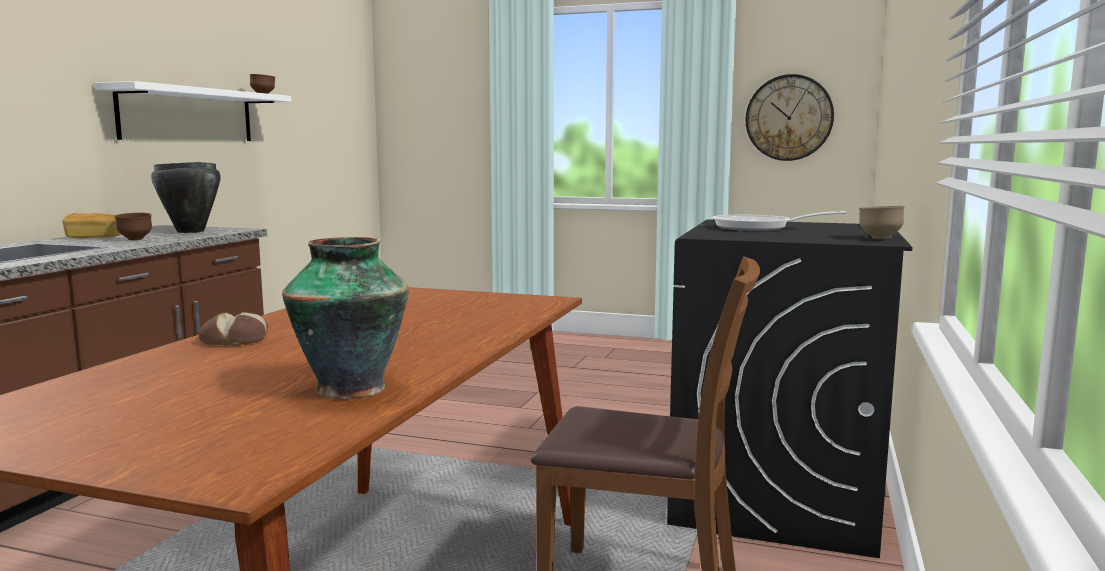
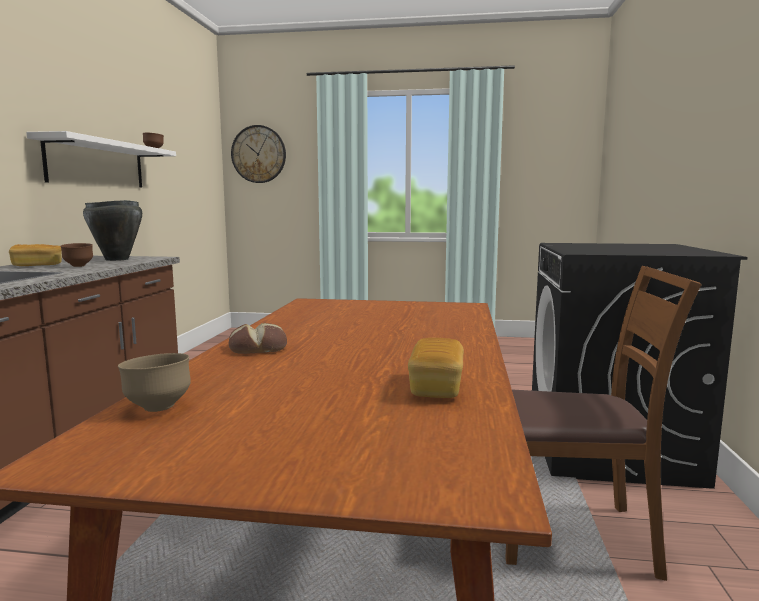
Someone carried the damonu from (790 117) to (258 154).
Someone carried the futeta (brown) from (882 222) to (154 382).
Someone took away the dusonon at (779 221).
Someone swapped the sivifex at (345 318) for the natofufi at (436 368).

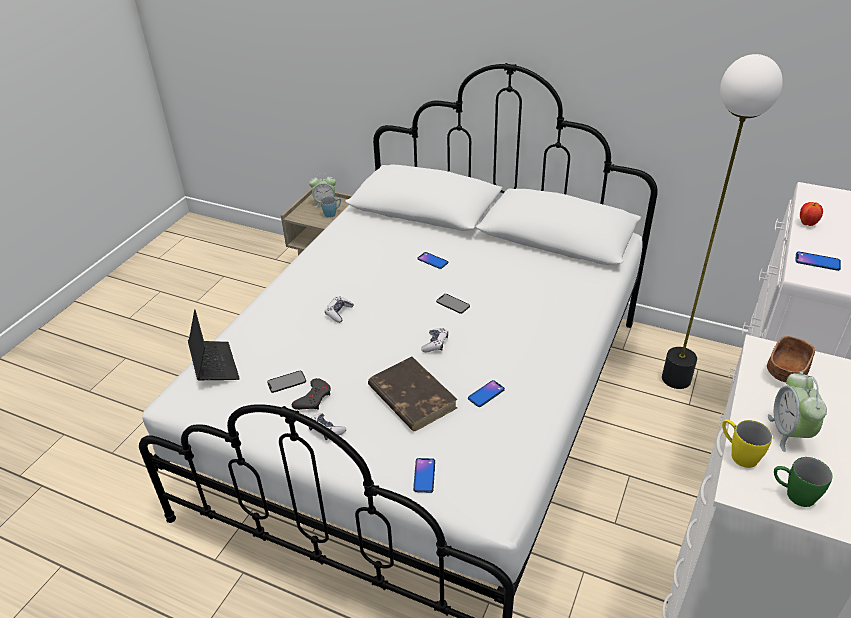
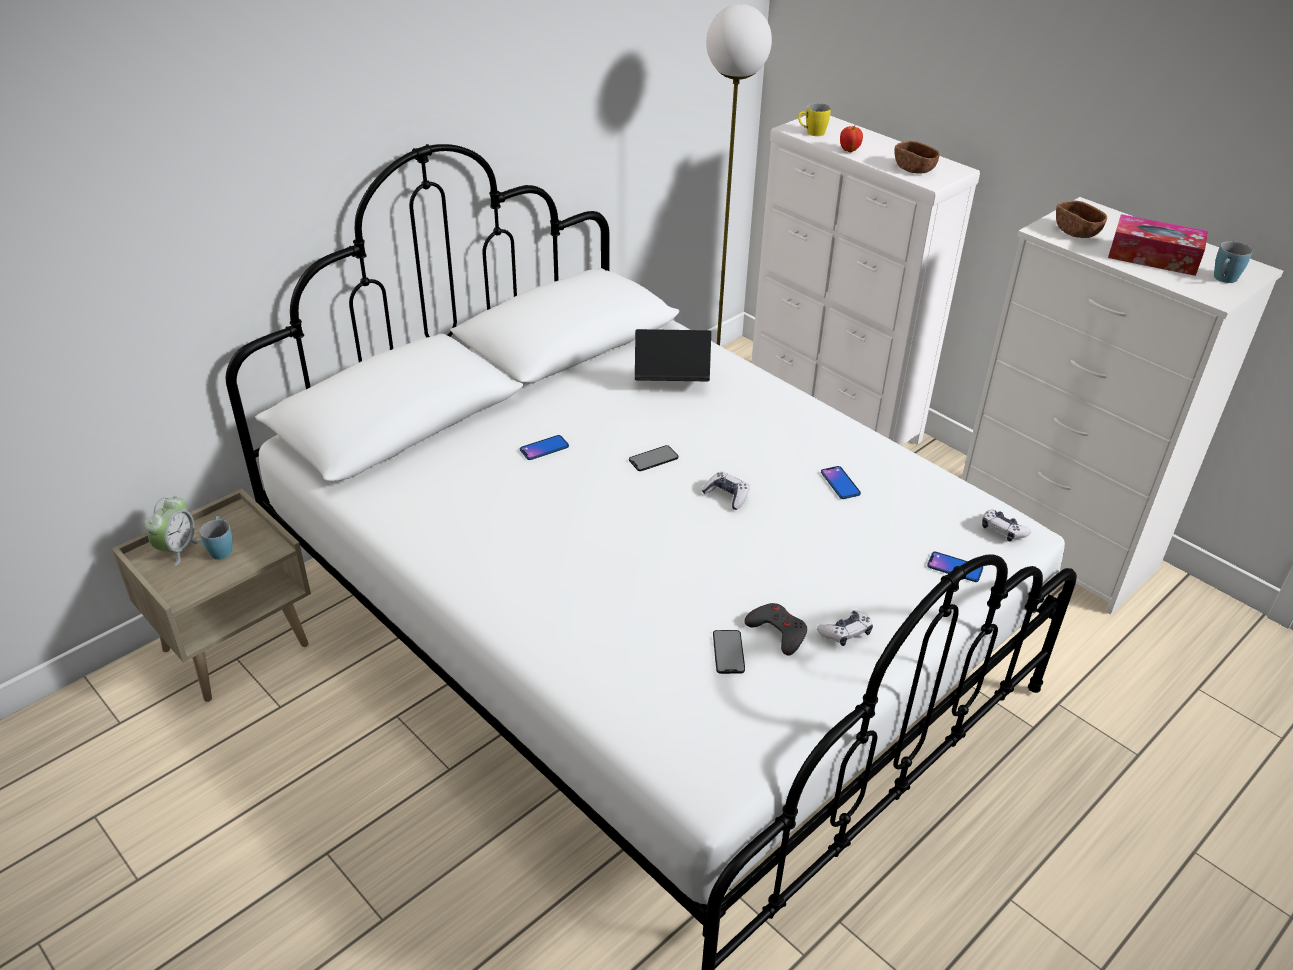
Someone swapped the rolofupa at (818 261) for the futeta (brown) at (917 157).
Someone carried the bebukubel from (339 309) to (1006 525).
Someone carried the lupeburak from (214 344) to (673 355).
Someone took away the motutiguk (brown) at (413 394).
Someone swapped the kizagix at (797 412) for the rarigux at (1158 245).
Someone carried the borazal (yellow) from (747 443) to (814 119).
Someone repainted the borazal (green) at (803 482), which became the borazal (blue) at (1233 262).

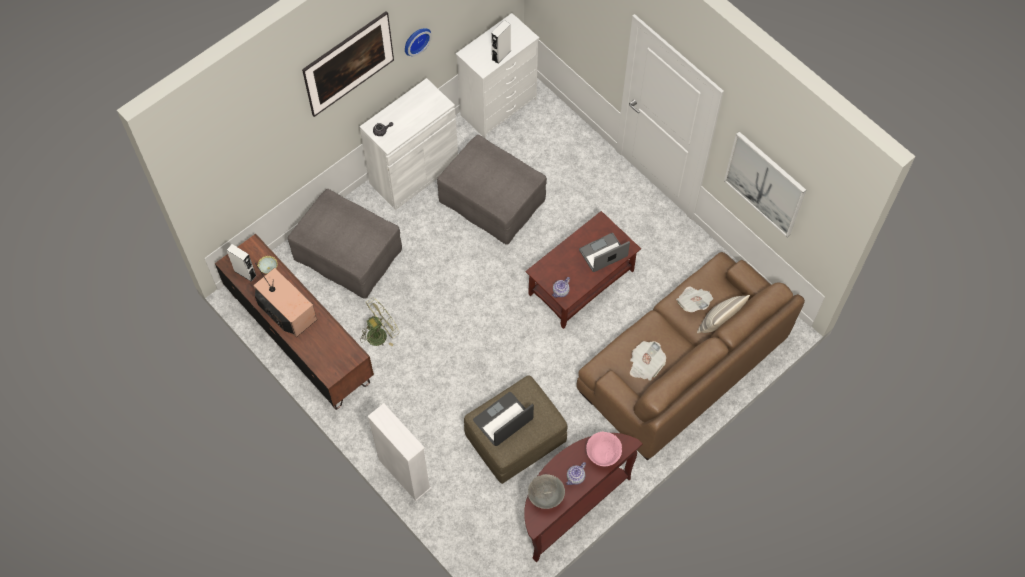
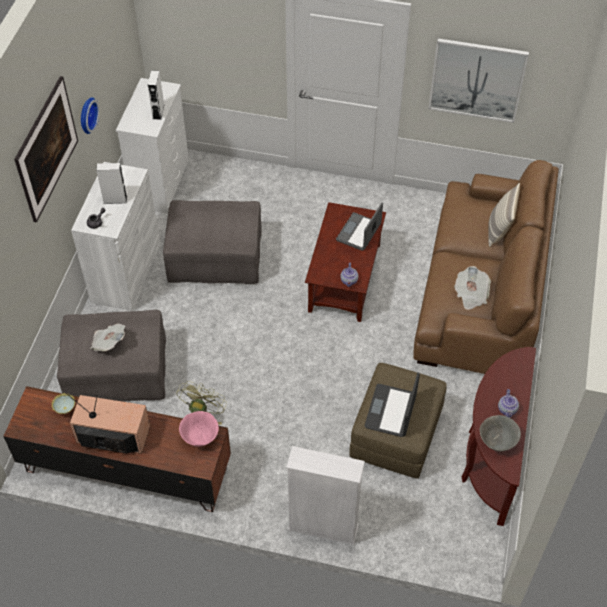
Someone carried the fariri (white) from (242 263) to (111 183).
Someone carried the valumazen from (694 299) to (107 337).
Someone carried the futeta (pink) from (604 449) to (199 429).

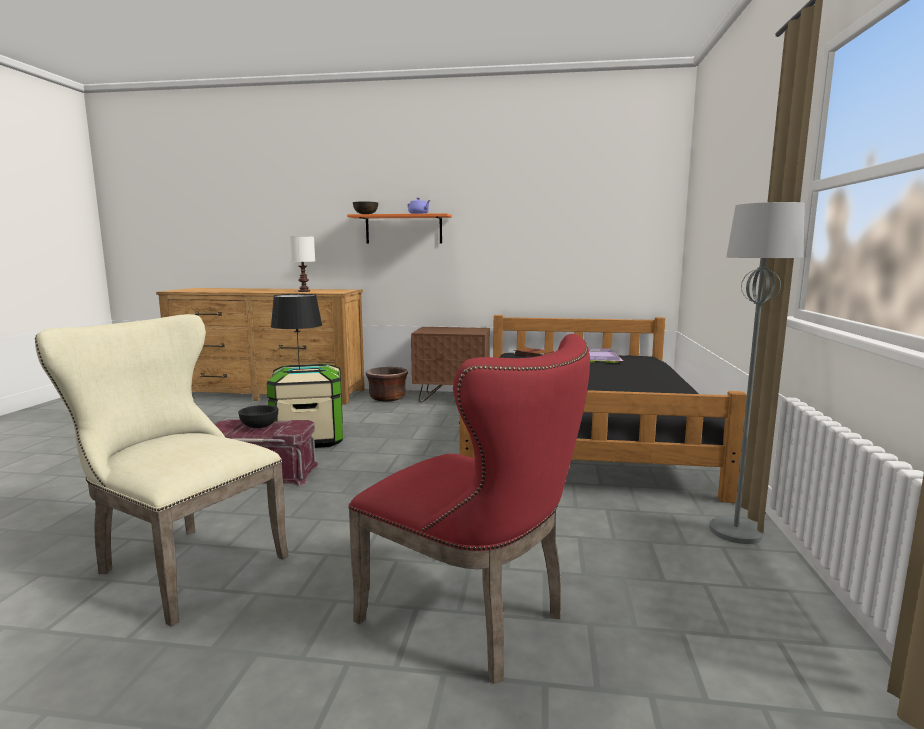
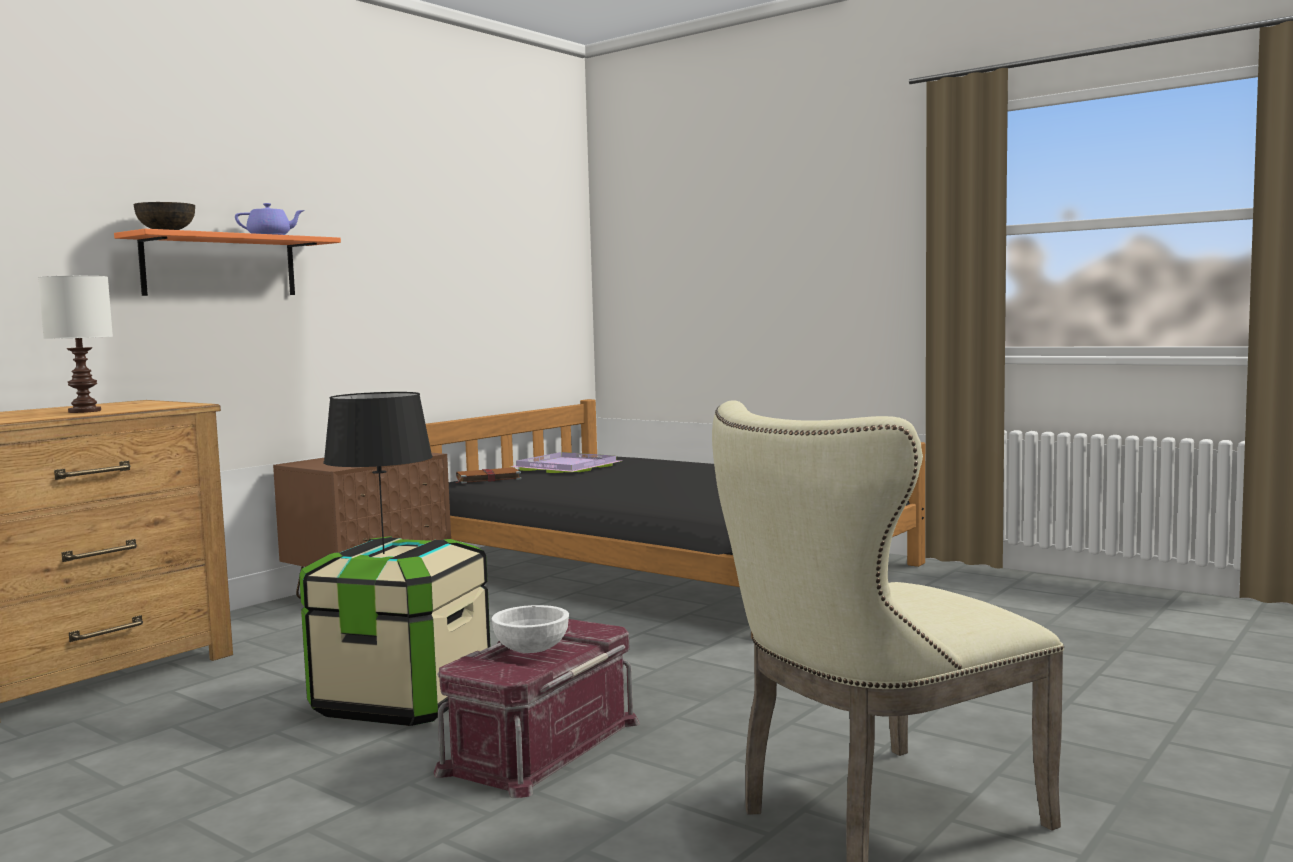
Someone took away the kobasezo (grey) at (757 373).
Someone took away the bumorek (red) at (469 509).
Someone took away the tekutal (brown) at (387 384).
Someone repainted the futeta (black) at (258 416), which became the futeta (white) at (530 629).

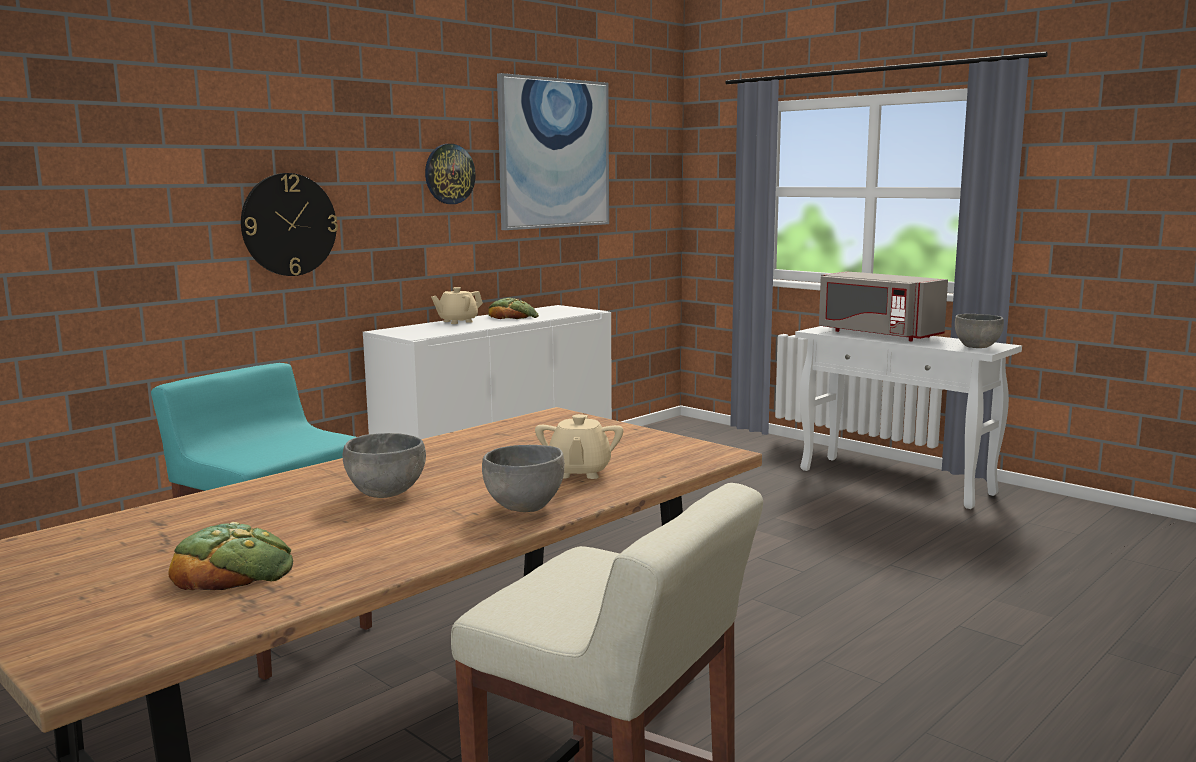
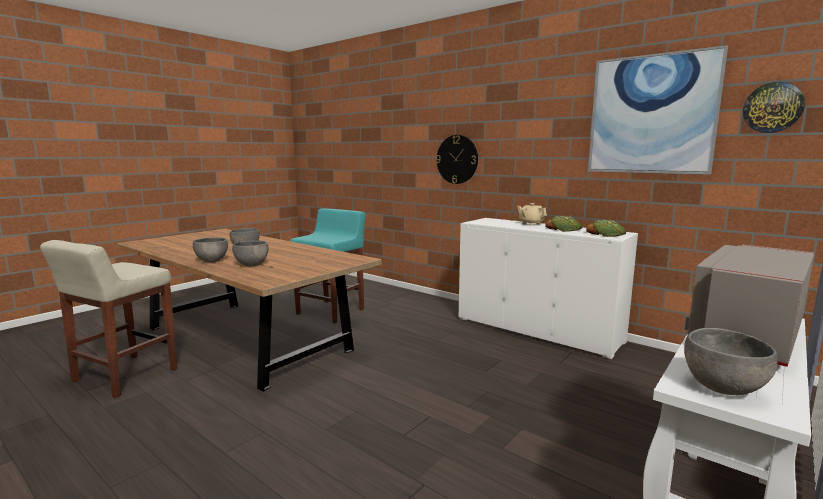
Someone carried the damonu from (450 174) to (774 107).
Someone swapped the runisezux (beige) at (579 446) for the futeta (grey) at (250 253).
Someone carried the natofufi from (231 556) to (606 228).

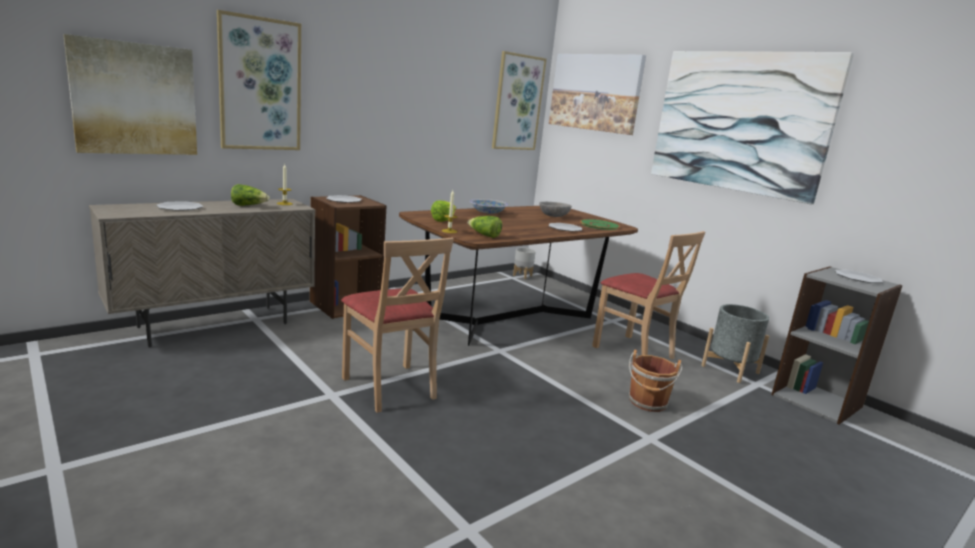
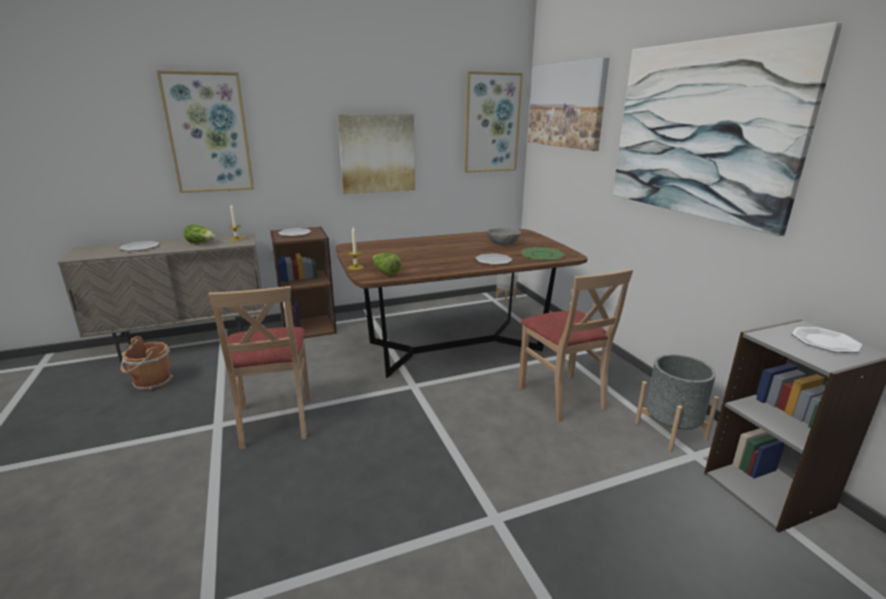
Someone carried the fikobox from (130 94) to (376 154).
Someone took away the futeta at (489 206).
Someone took away the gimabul at (443 211).
Someone carried the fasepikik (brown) from (655 380) to (146 363).

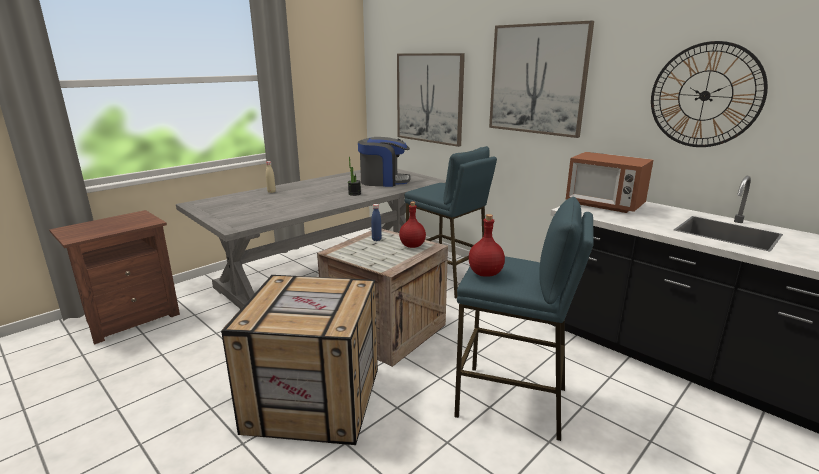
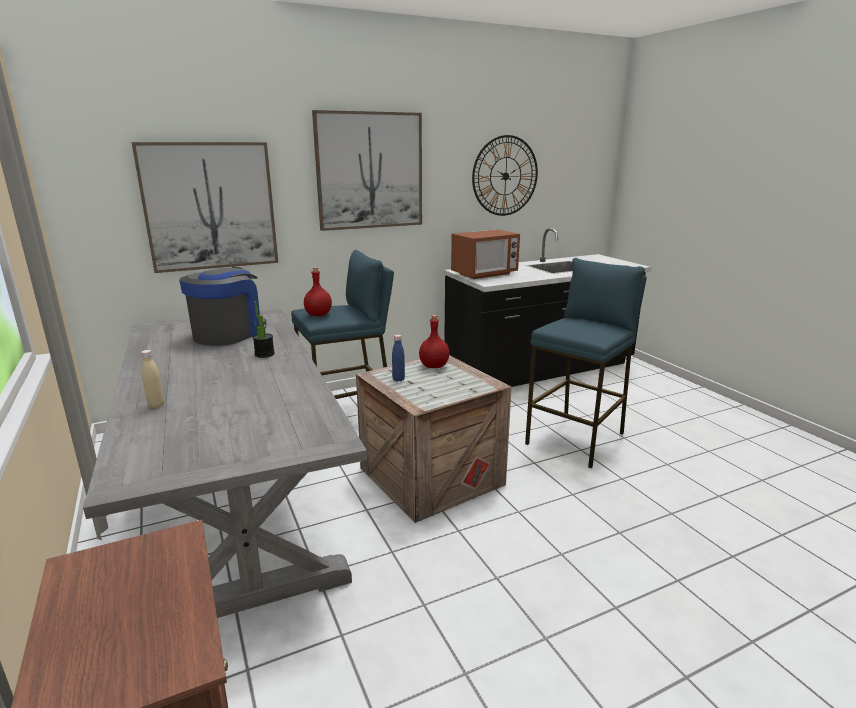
Someone carried the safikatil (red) from (487 245) to (318 291).
Someone took away the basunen at (299 360).

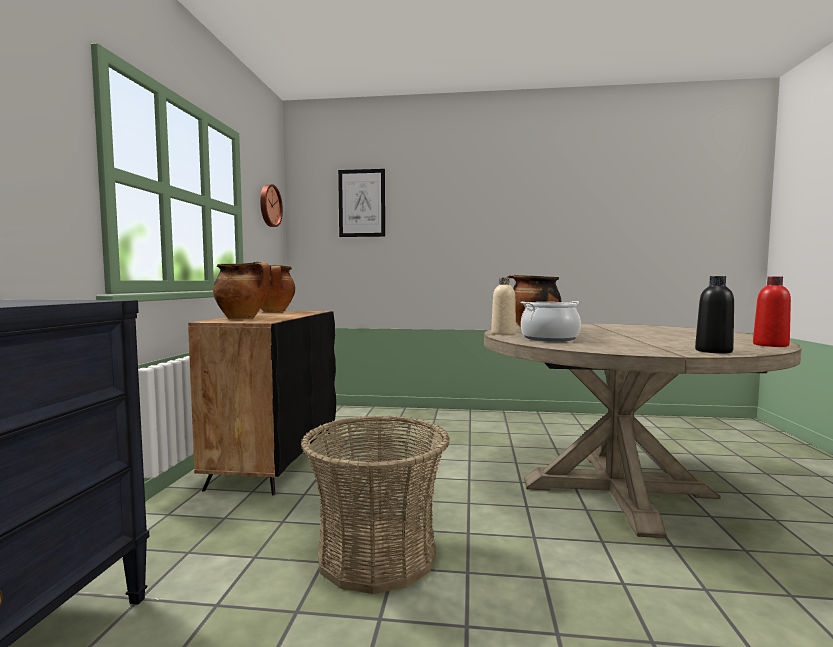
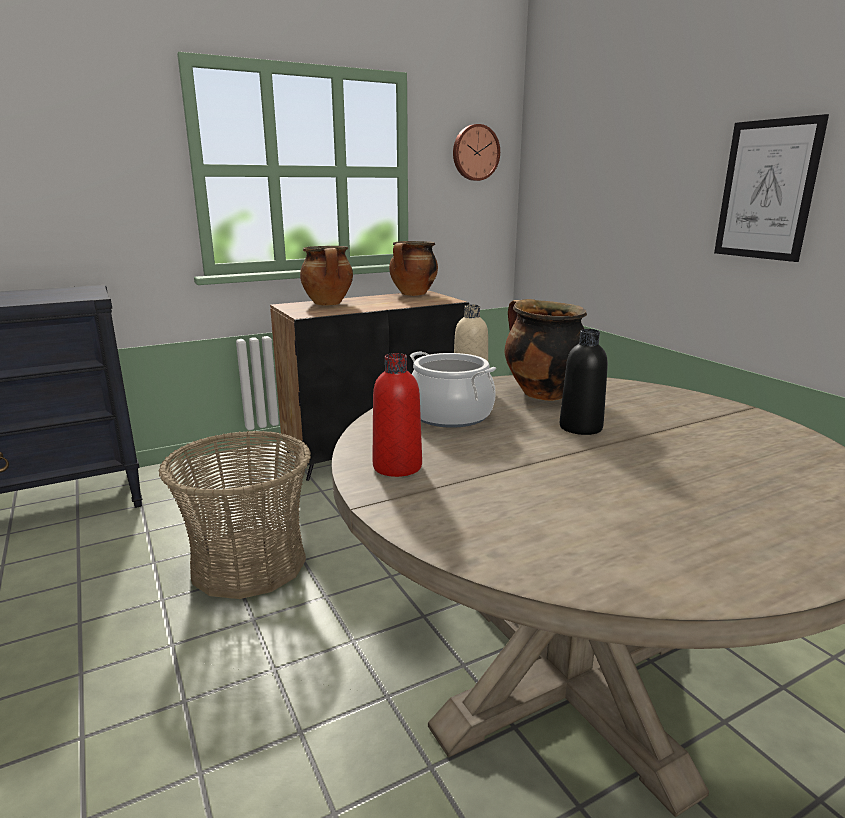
Someone carried the fikobox from (361 203) to (771 188).
Someone carried the safikatil (black) from (714 315) to (584 382).
Someone carried the safikatil (red) from (772 311) to (397 415).

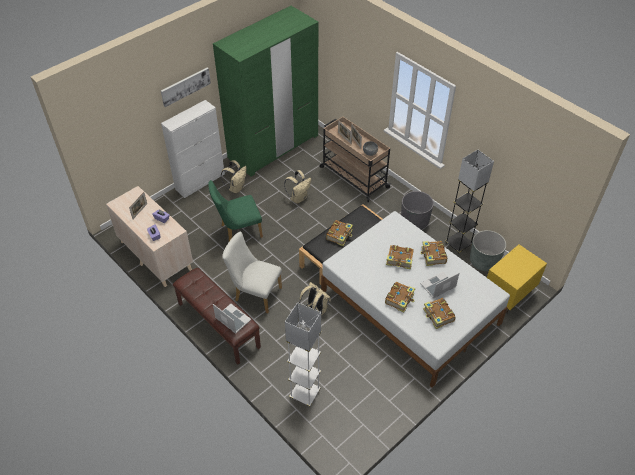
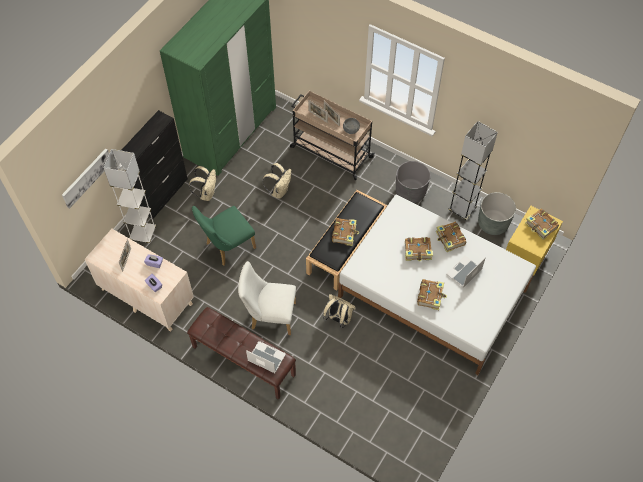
Someone carried the fikobox from (186 87) to (85 178).
Someone repainted the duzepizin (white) at (193 149), which became the duzepizin (black) at (154 164).
Someone carried the motutiguk from (439 313) to (542 224).
Someone carried the kobasezo (white) from (303 354) to (129 196).

